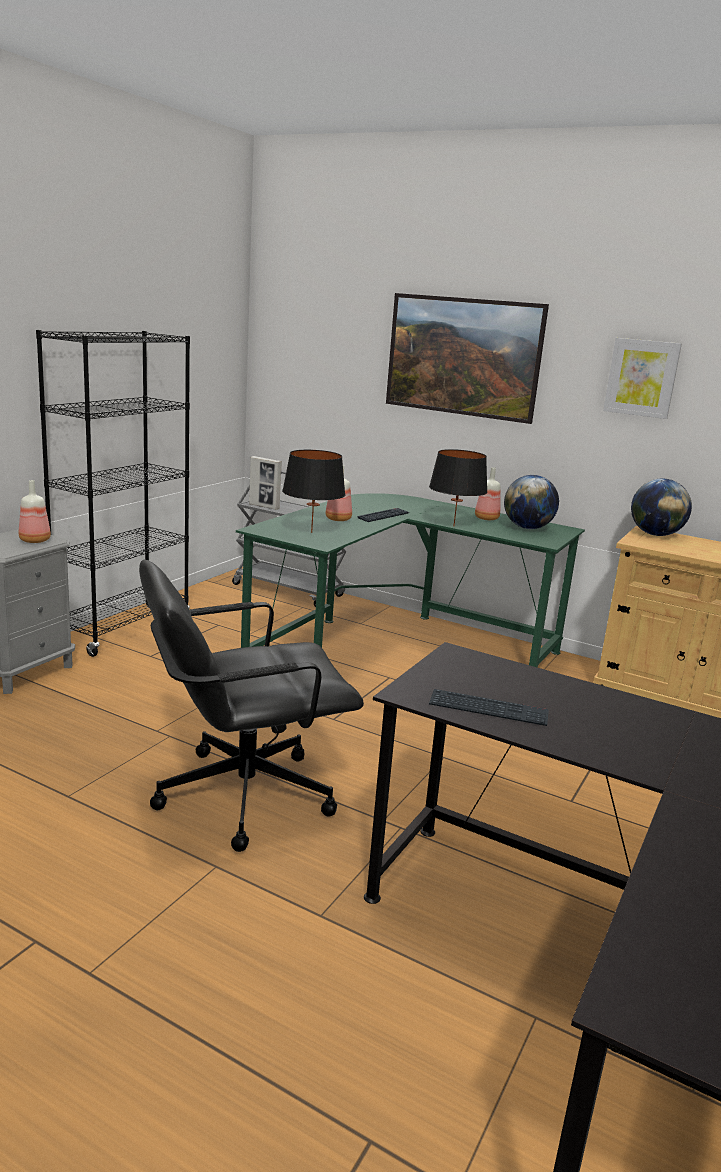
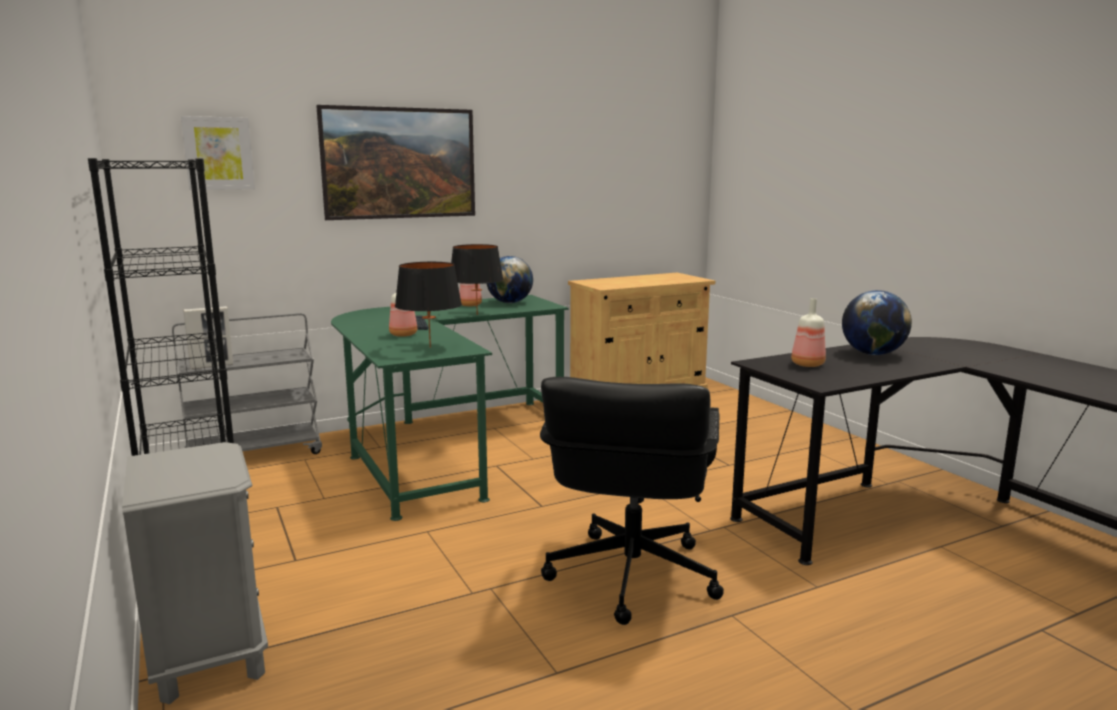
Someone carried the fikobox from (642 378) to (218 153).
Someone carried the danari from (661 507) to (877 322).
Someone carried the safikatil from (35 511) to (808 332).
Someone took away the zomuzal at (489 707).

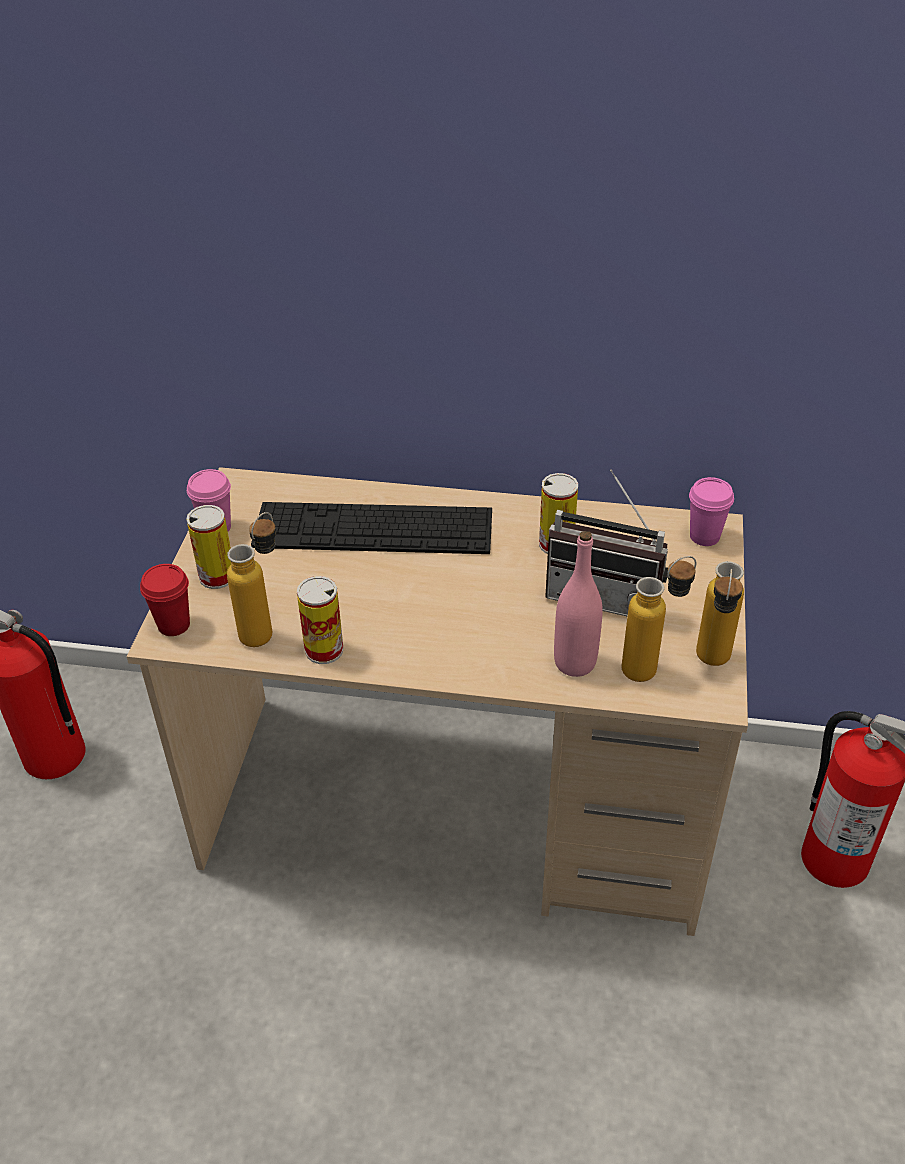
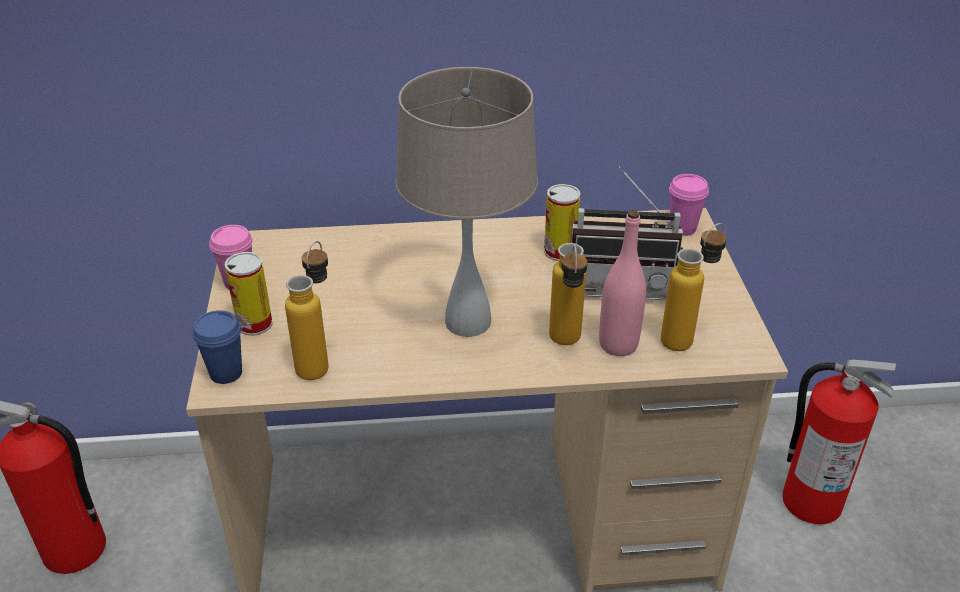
Someone took away the zomuzal at (371 528).
Someone carried the safikatil from (720 613) to (568 294).
Someone repainted the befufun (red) at (165 600), which became the befufun (blue) at (217 347).
Someone took away the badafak at (320 620).
Someone put down the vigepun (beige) at (466 202).

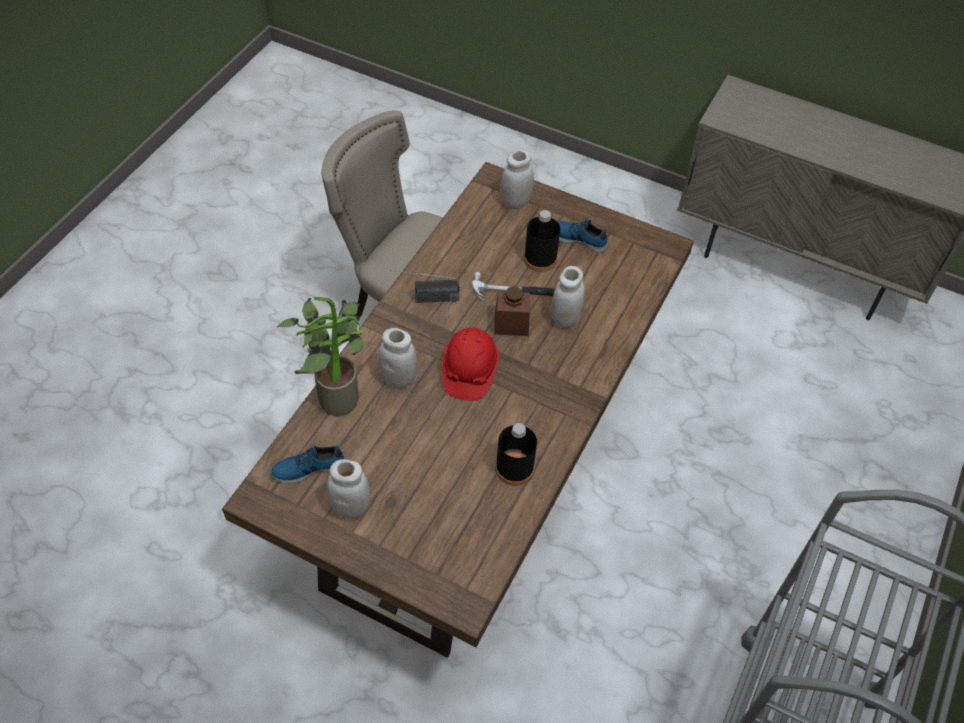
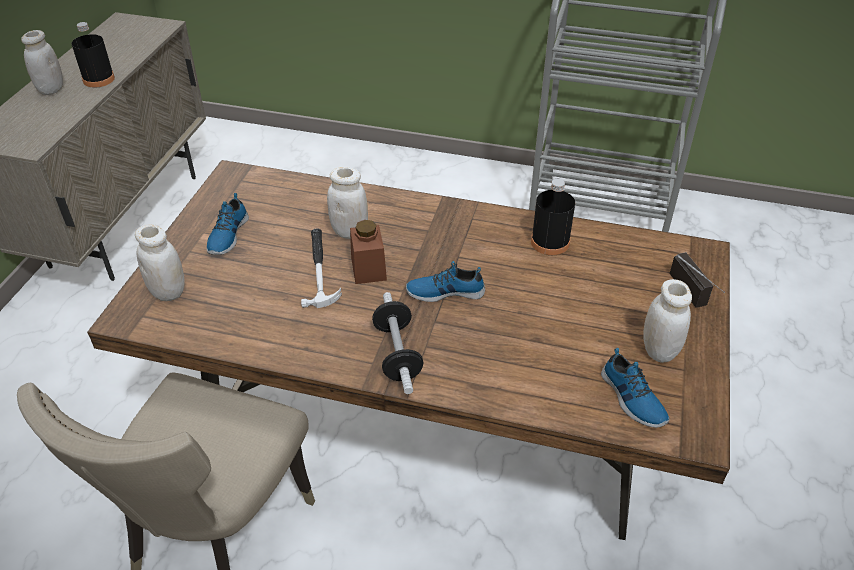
Someone carried the safikatil (black) from (542 241) to (93 55).
Someone carried the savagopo from (424 286) to (697 280).
Someone took away the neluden at (321 356).
Someone carried the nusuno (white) from (397 358) to (42 62).
Someone swapped the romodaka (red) at (470 364) for the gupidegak at (445 281).
Someone put down the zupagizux at (398 343).

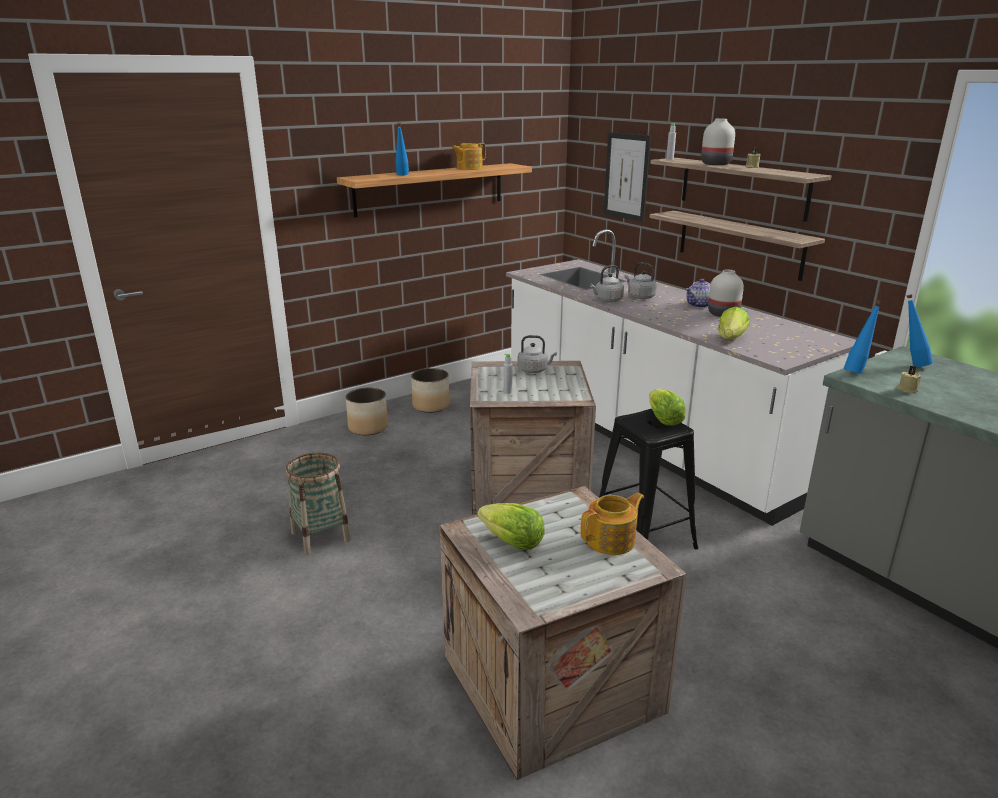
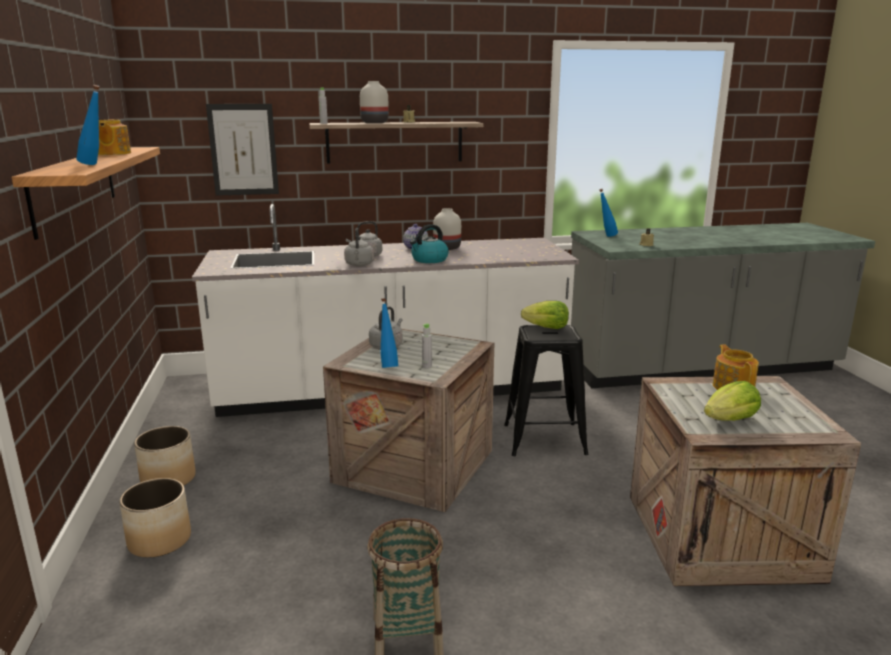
Someone took away the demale at (737 246).
Someone carried the safikatil (blue) from (862 337) to (389 333).
Someone took away the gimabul at (734 323).
Someone put down the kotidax at (429 243).

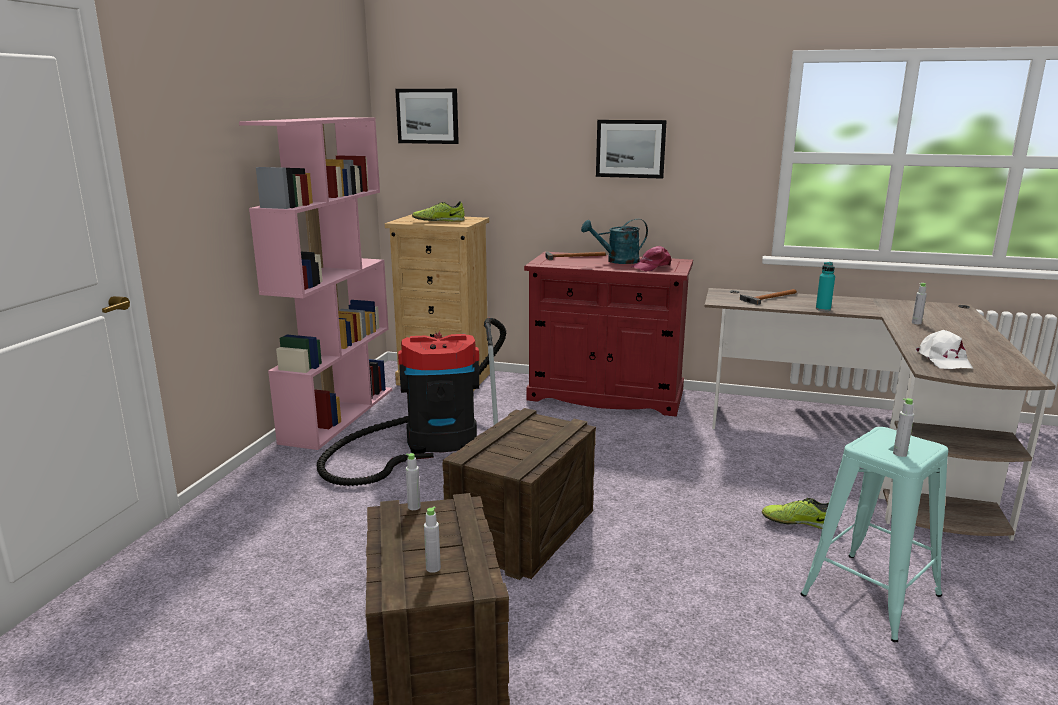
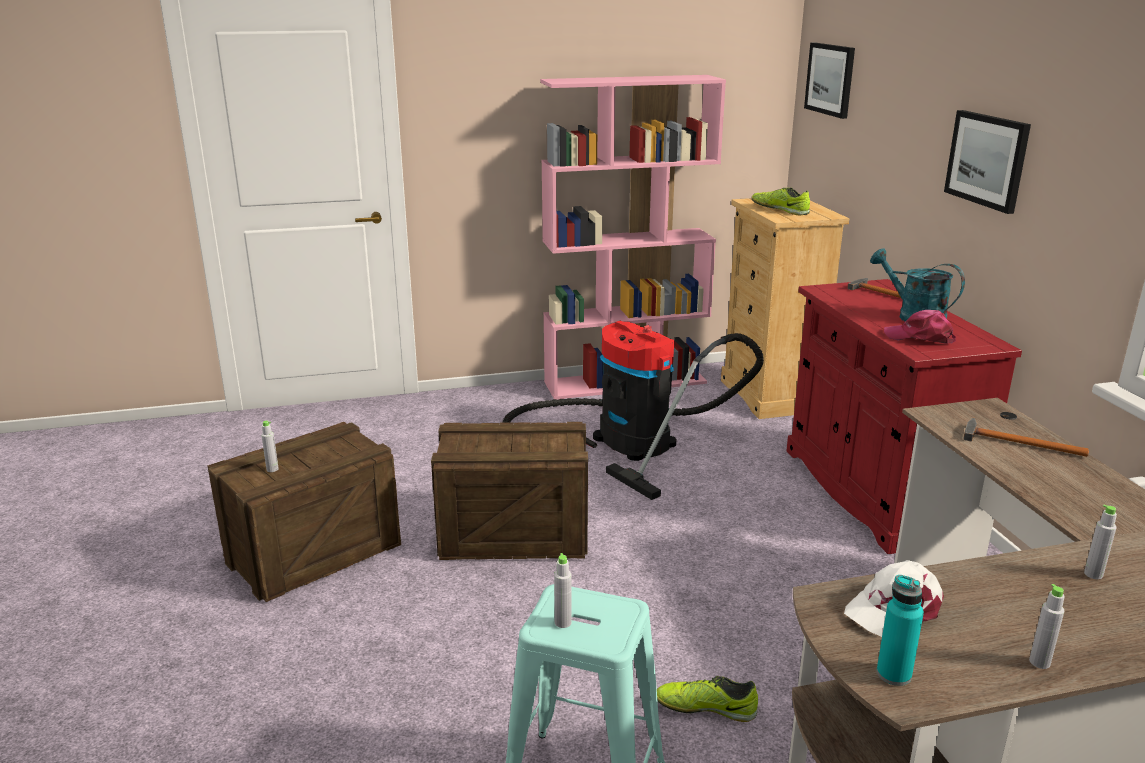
Someone carried the safikatil (turquoise) from (825 286) to (900 630).
Someone carried the safikatil (grey) from (413 481) to (1046 626).
Someone rotated the gupidegak at (800 513) by 60 degrees counterclockwise.

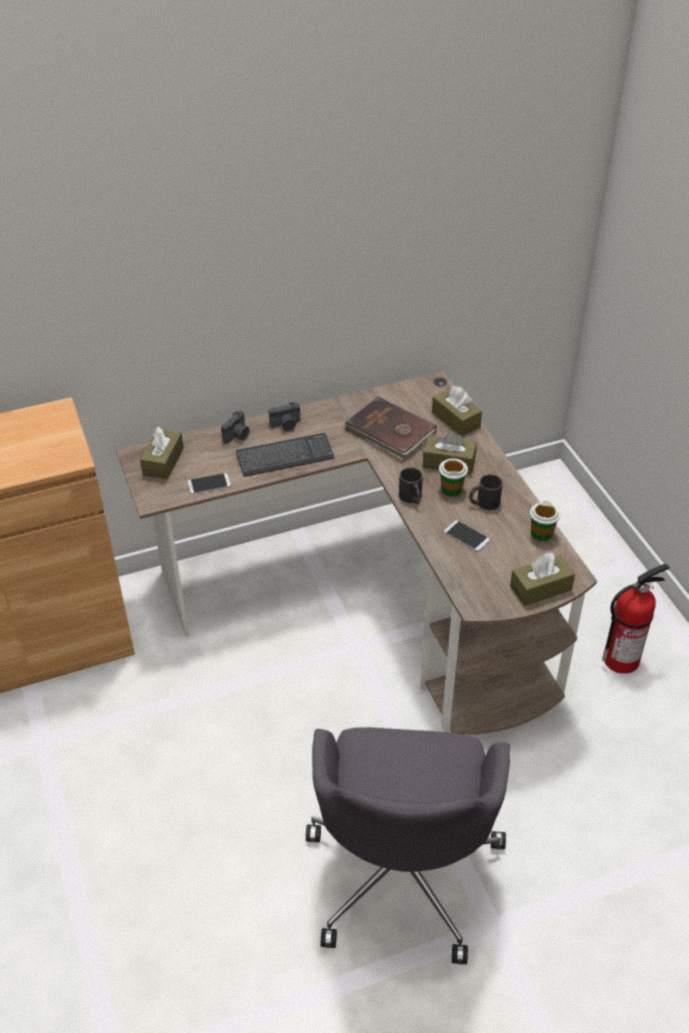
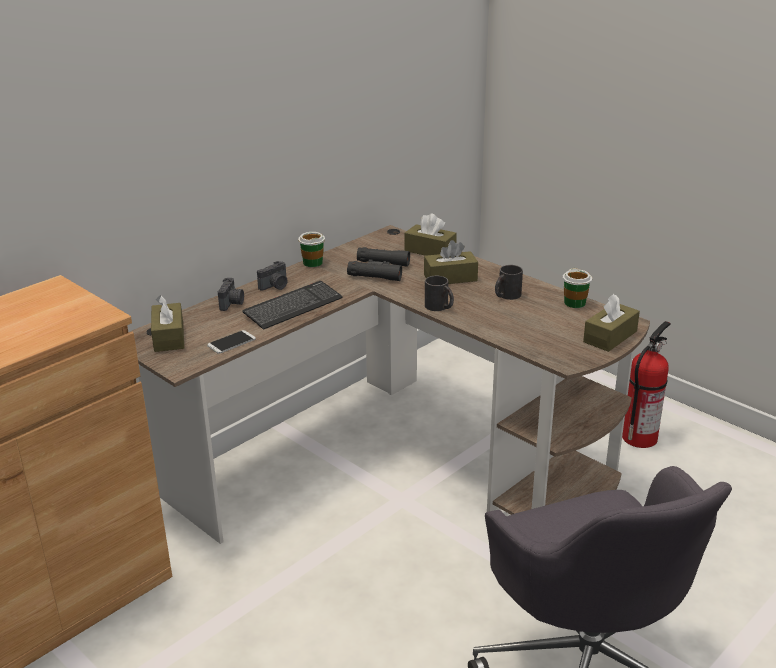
Someone swapped the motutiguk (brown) at (390 428) for the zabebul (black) at (378 264).
Someone carried the befufun from (453 477) to (311 249).
Someone took away the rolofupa at (467 535).

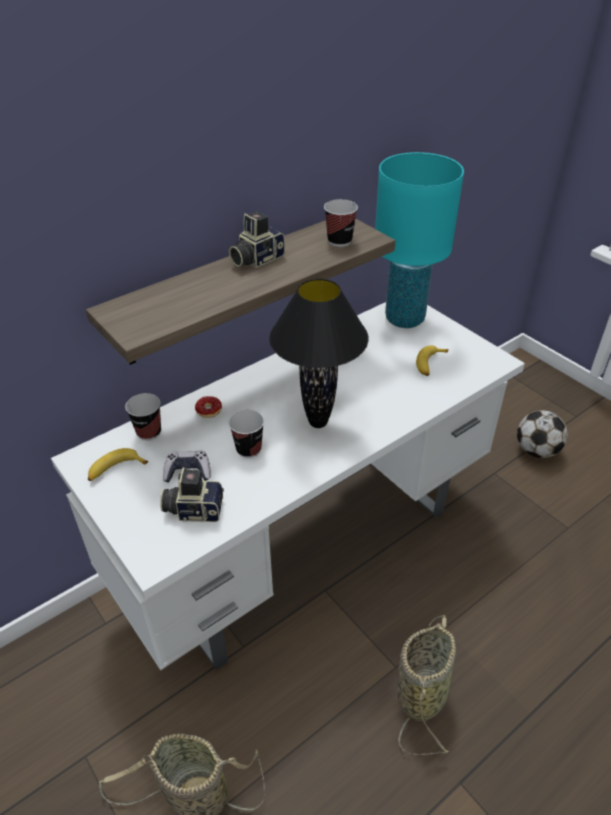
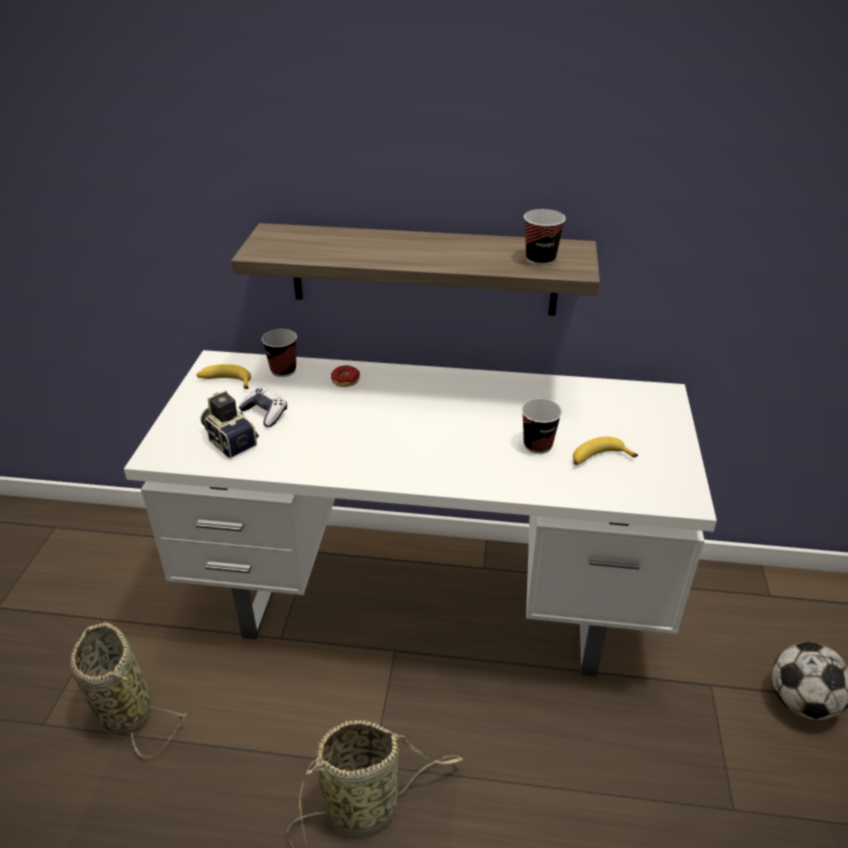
Someone took away the vigepun (turquoise) at (419 240).
Someone took away the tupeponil at (257 240).
Someone took away the vigepun (black) at (318 353).
Someone carried the befufun from (246 434) to (542 426).

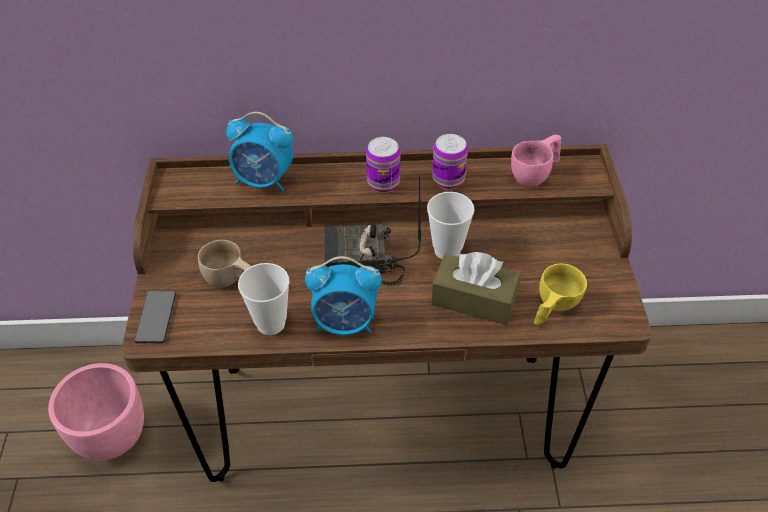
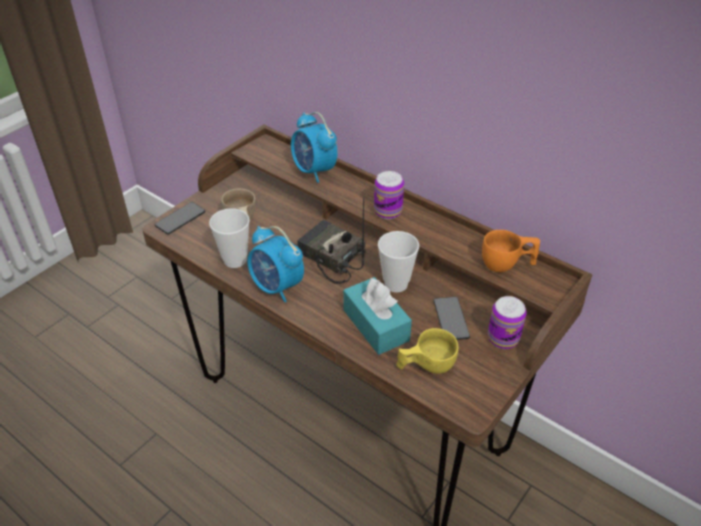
Someone carried the badafak from (450 162) to (507 322).
Someone repainted the befufun (pink) at (536 161), which became the befufun (orange) at (511 251).
Someone repainted the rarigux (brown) at (476 288), which became the rarigux (turquoise) at (377 316).
Someone took away the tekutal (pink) at (96 412).
Someone put down the rolofupa at (451 318).

